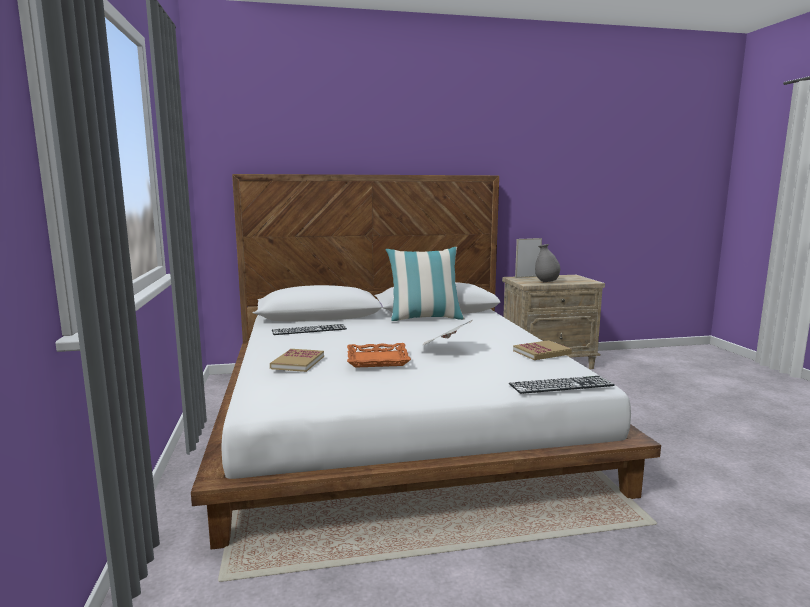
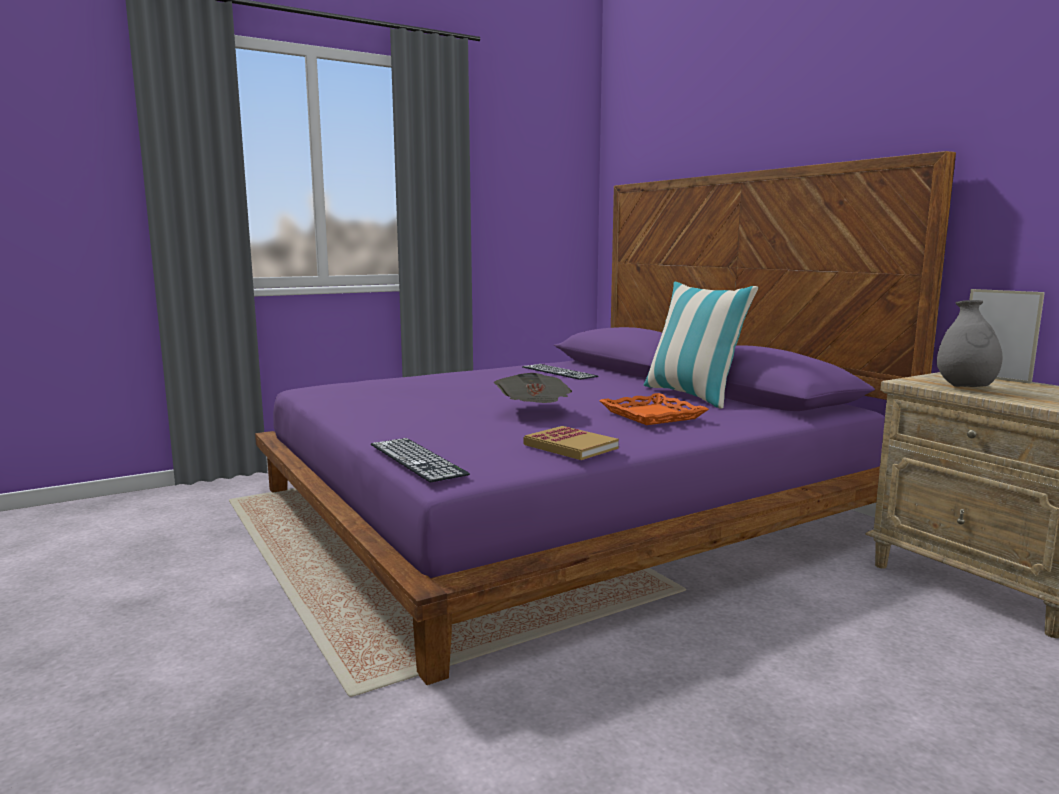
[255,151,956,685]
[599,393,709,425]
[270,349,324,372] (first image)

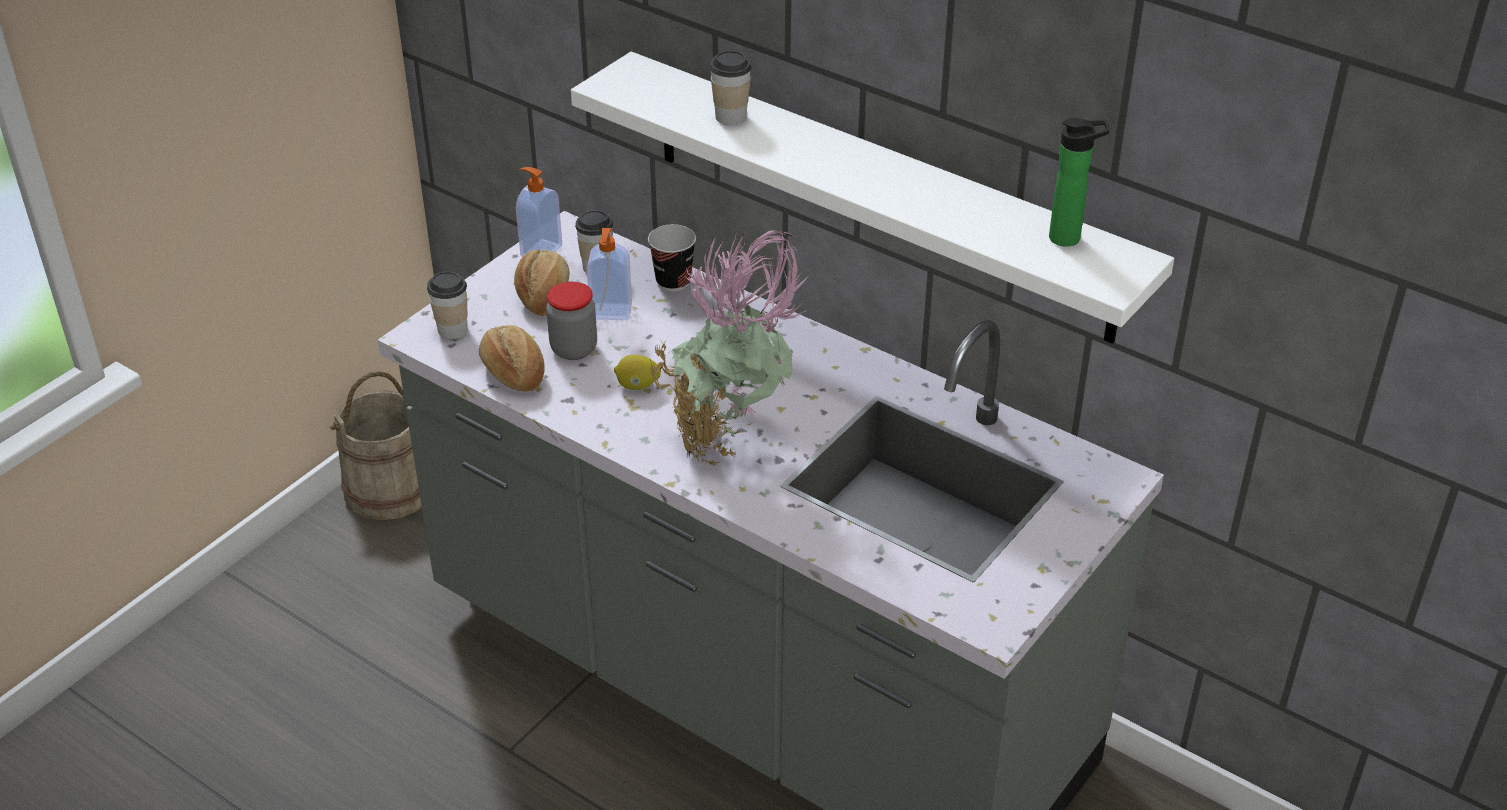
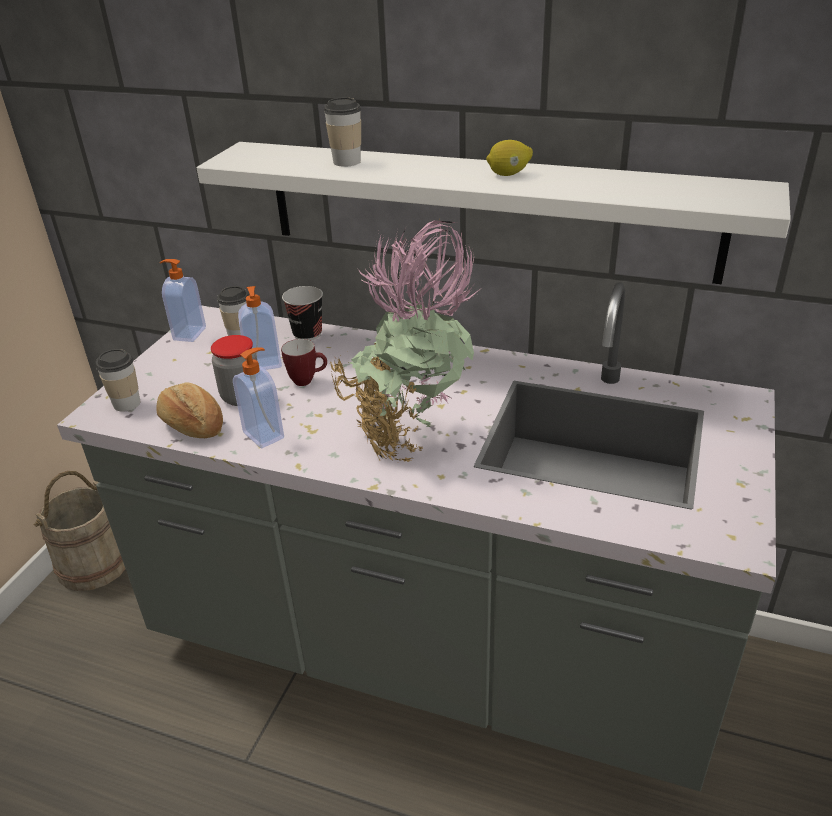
[233,347,284,448]
[281,339,327,386]
[486,140,533,176]
[514,249,570,316] (first image)
[1049,118,1110,247] (first image)

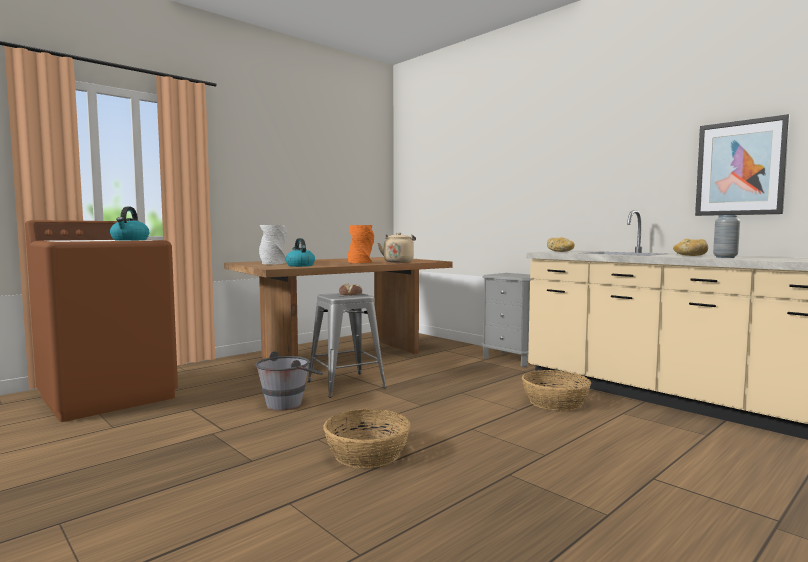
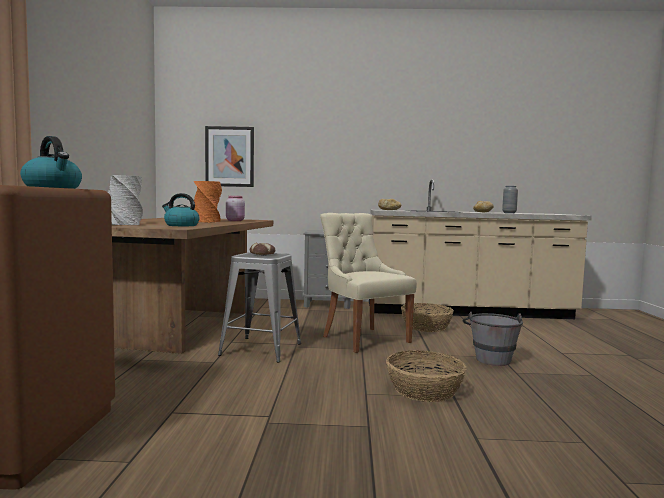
[205,126,254,187]
[226,196,245,221]
[320,213,417,353]
[463,312,523,366]

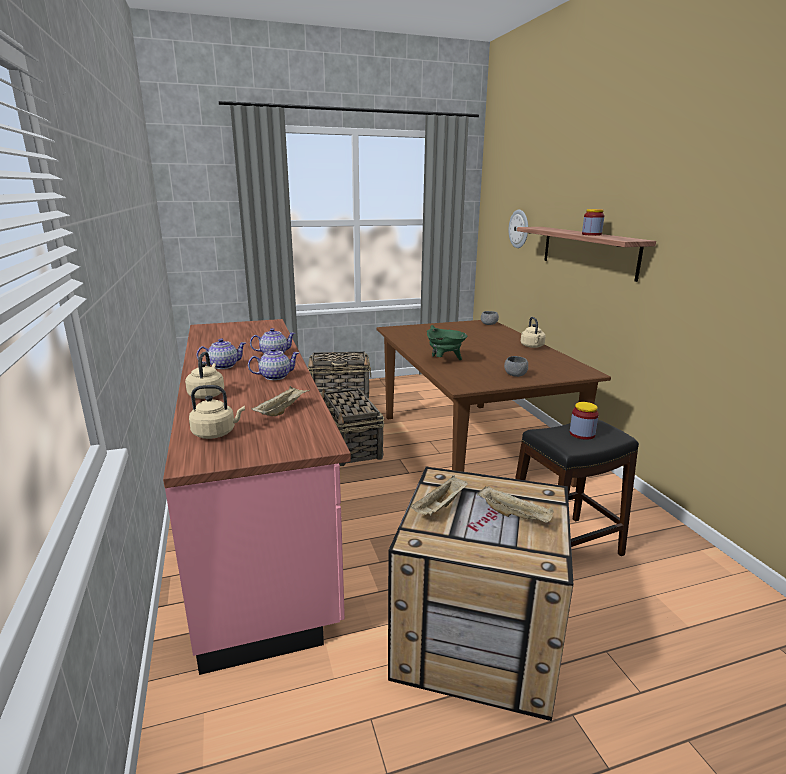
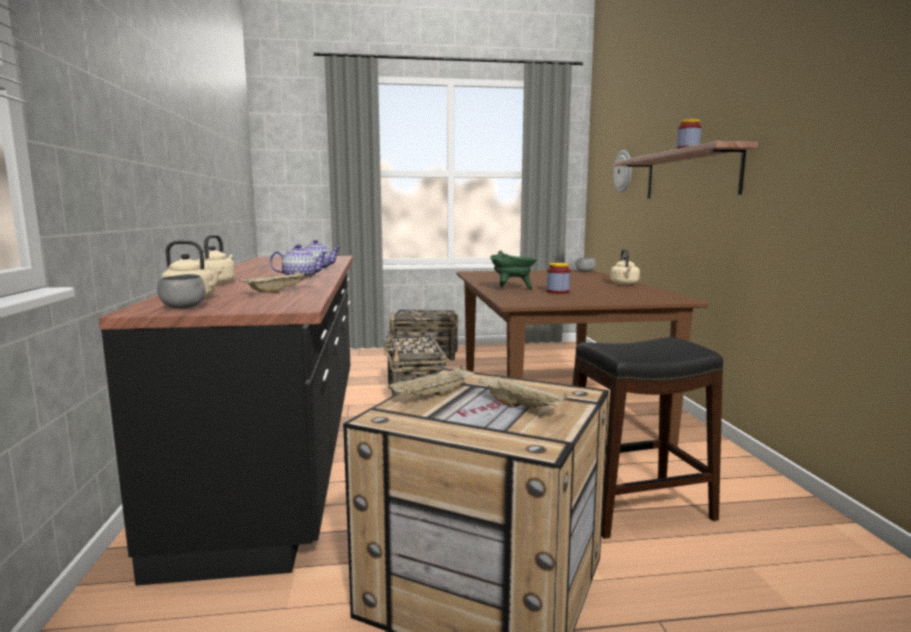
[99,256,353,586]
[157,274,205,309]
[547,263,570,294]
[197,338,246,369] (first image)

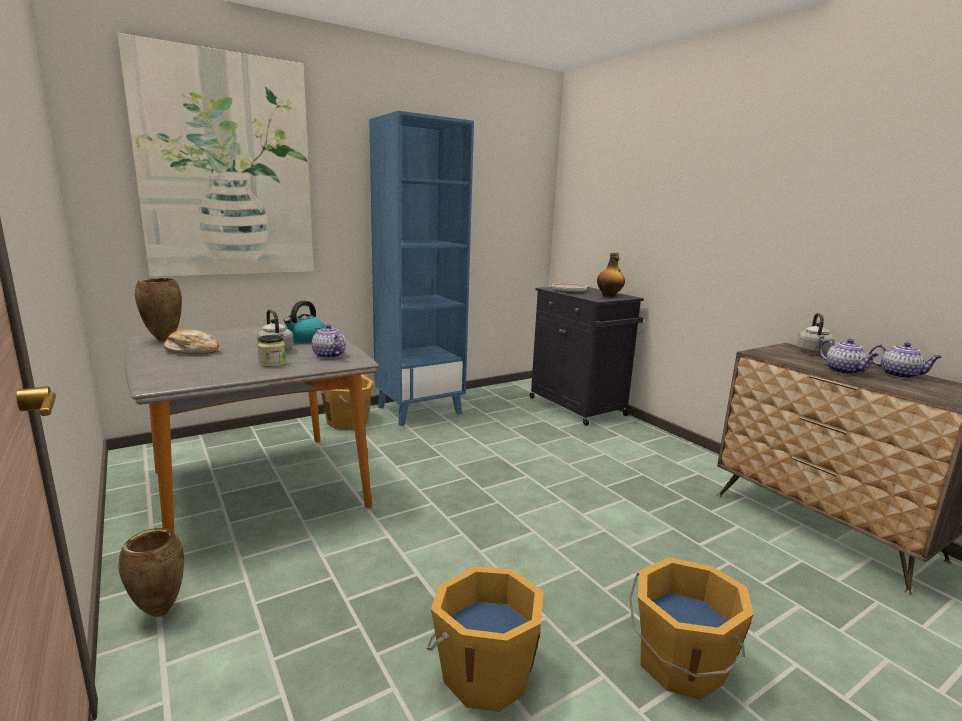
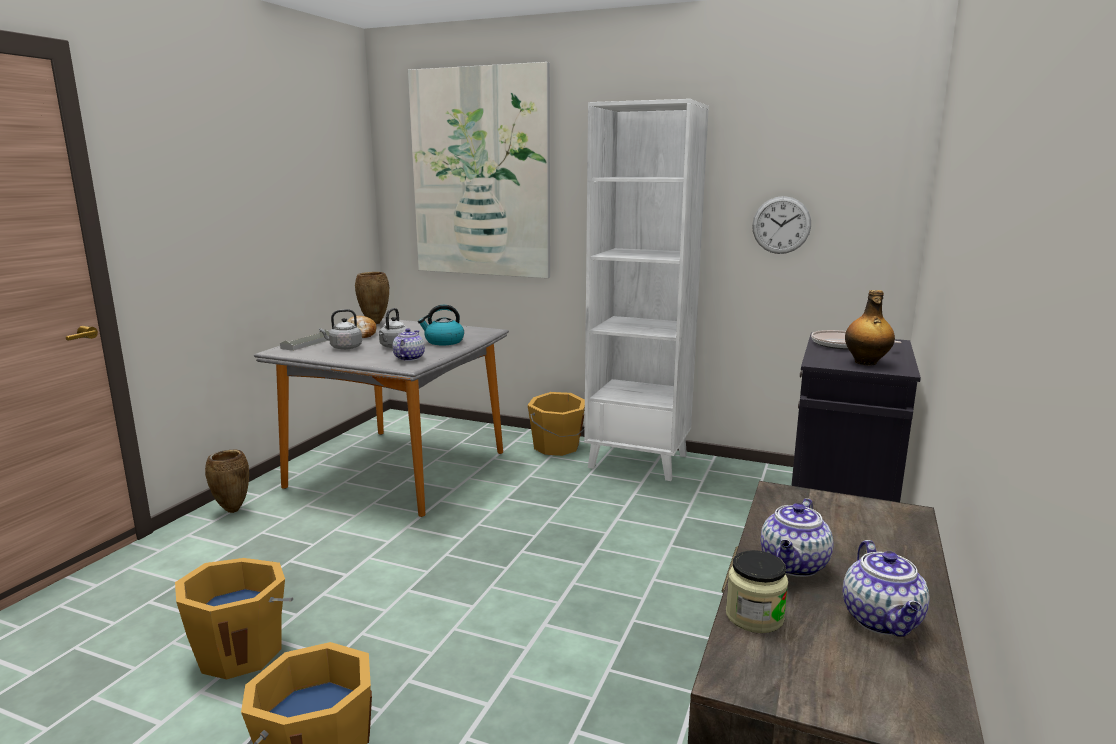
[280,329,329,351]
[319,309,362,350]
[584,99,709,481]
[726,550,788,633]
[752,196,811,254]

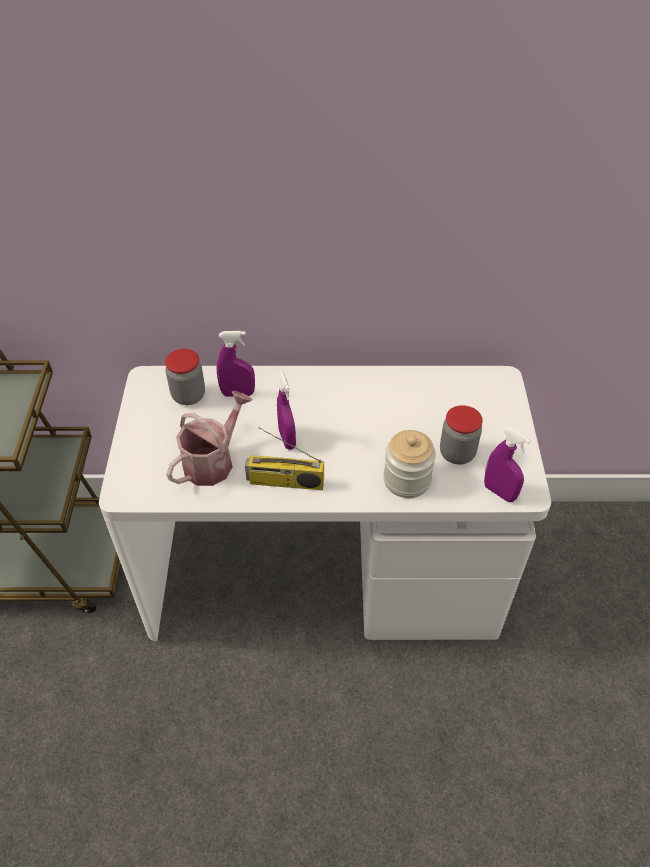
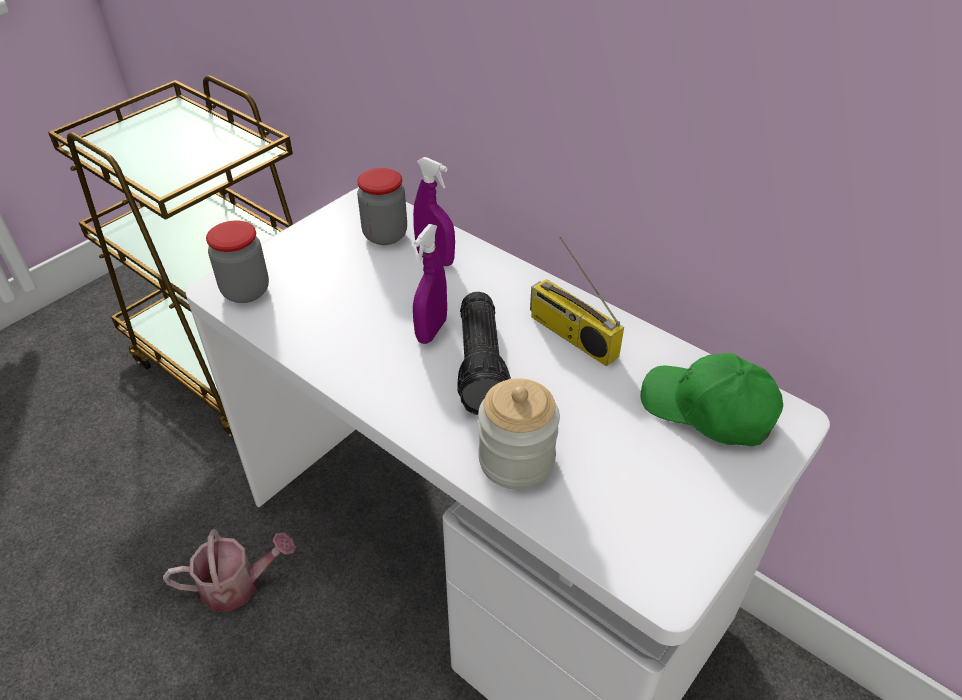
[163,529,296,612]
[206,221,269,303]
[457,292,511,415]
[530,237,624,367]
[640,353,783,446]
[484,427,531,502] (first image)

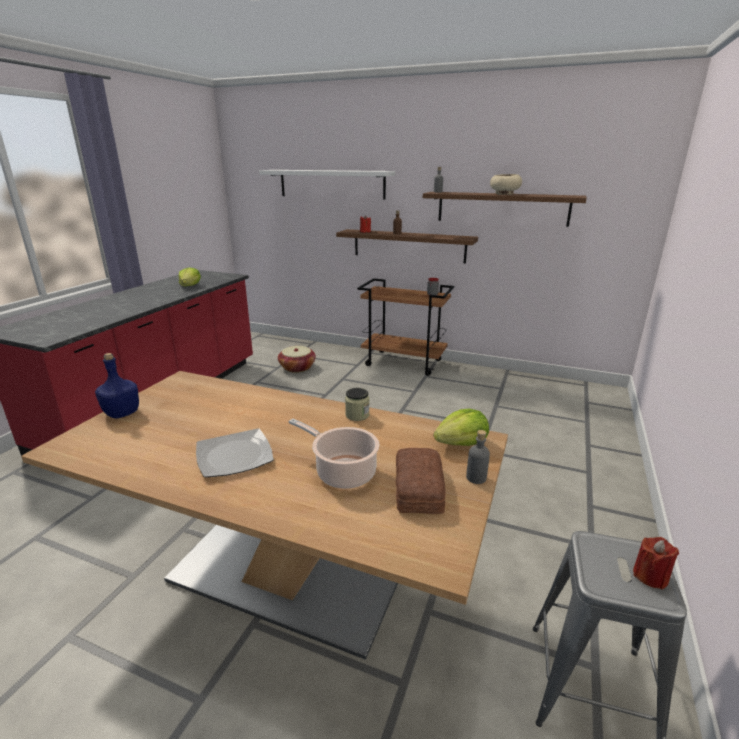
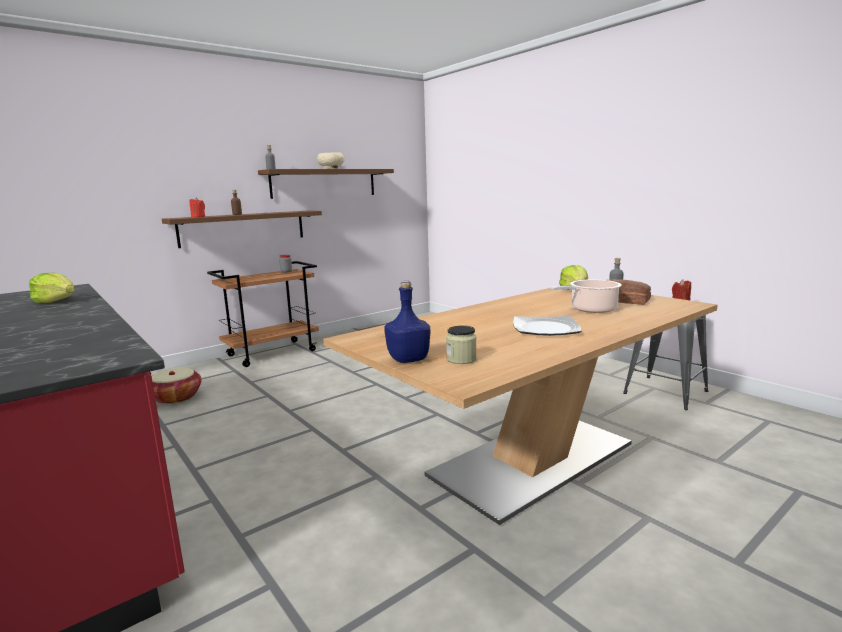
[446,325,477,364]
[259,170,395,199] (first image)

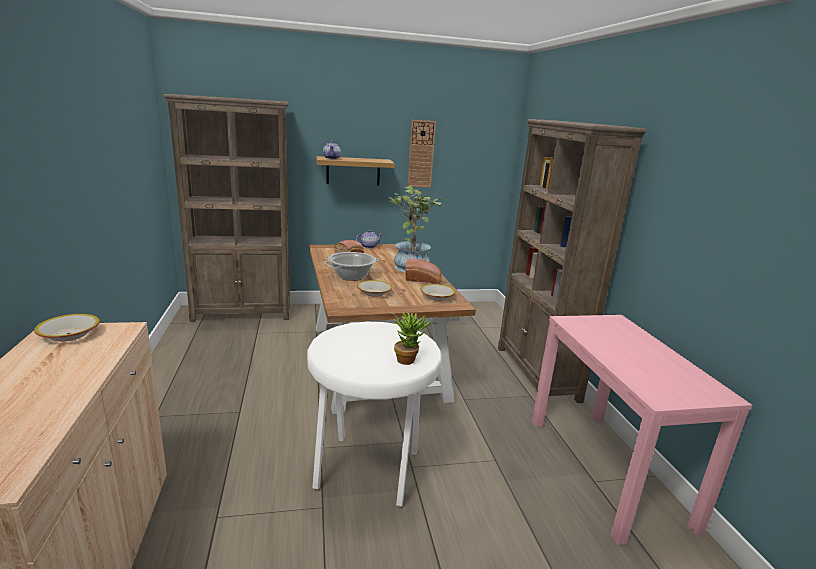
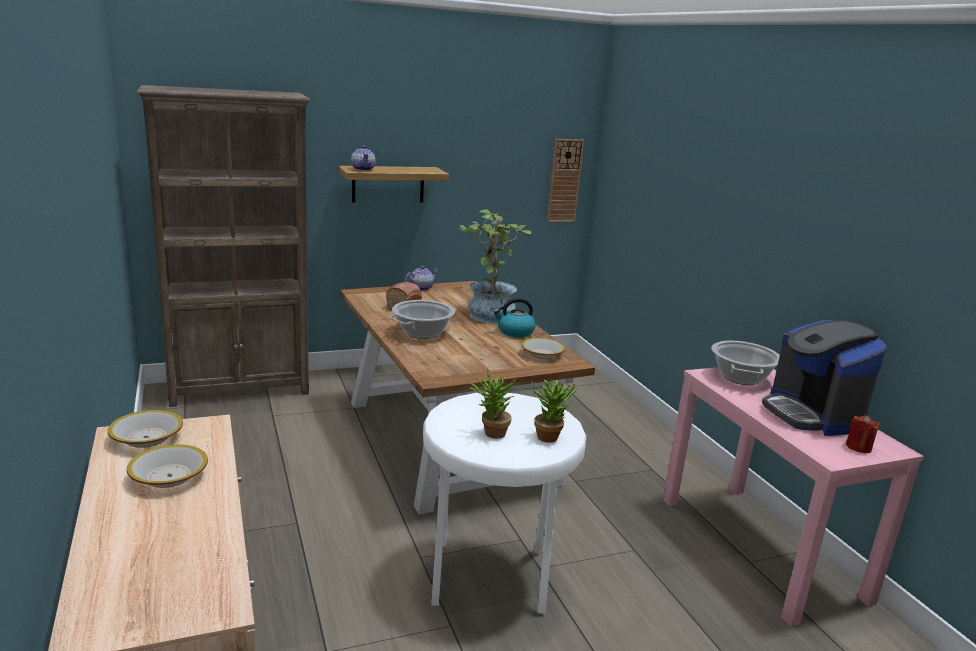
[127,444,208,488]
[469,370,517,439]
[493,297,536,337]
[547,139,584,222]
[711,341,780,385]
[762,320,886,436]
[846,415,880,453]
[498,119,646,403] (first image)

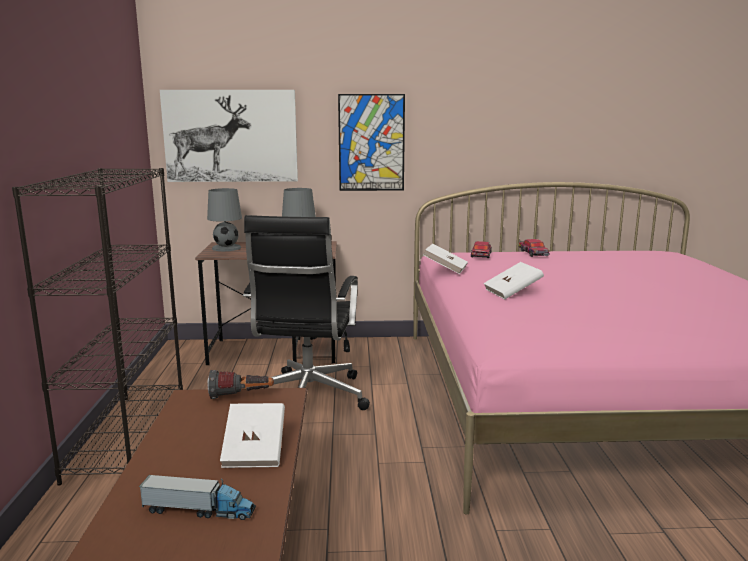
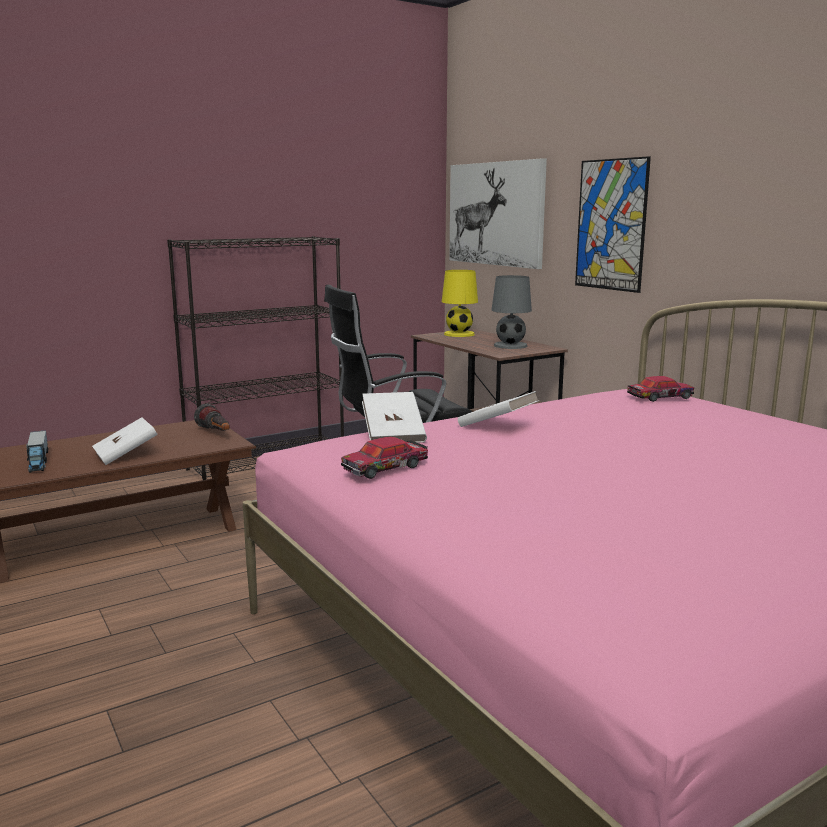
[341,437,428,479]
[362,392,427,443]
[442,270,478,337]

